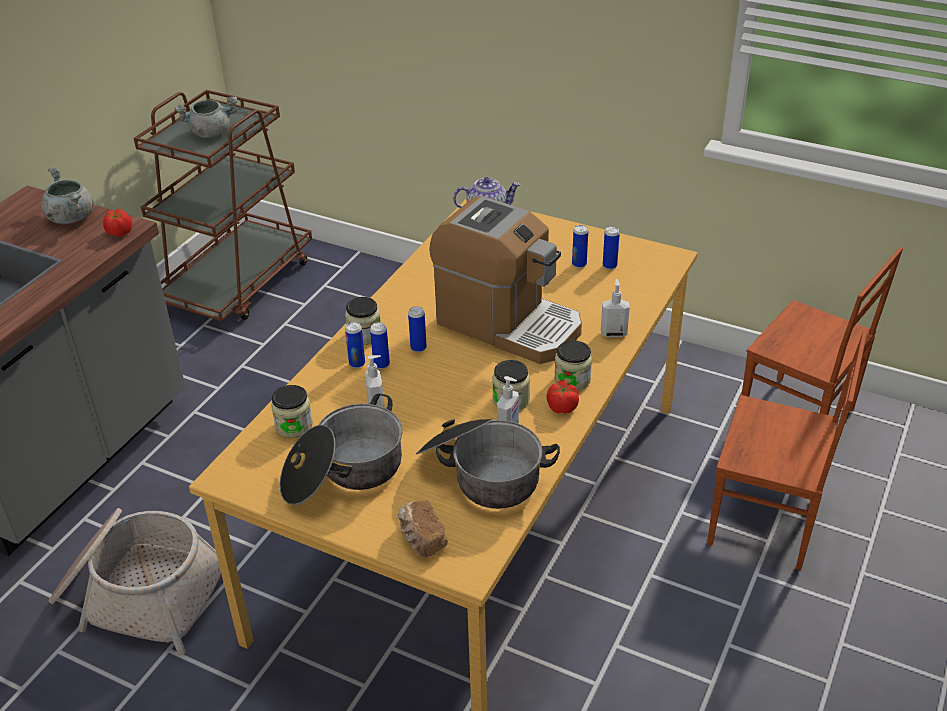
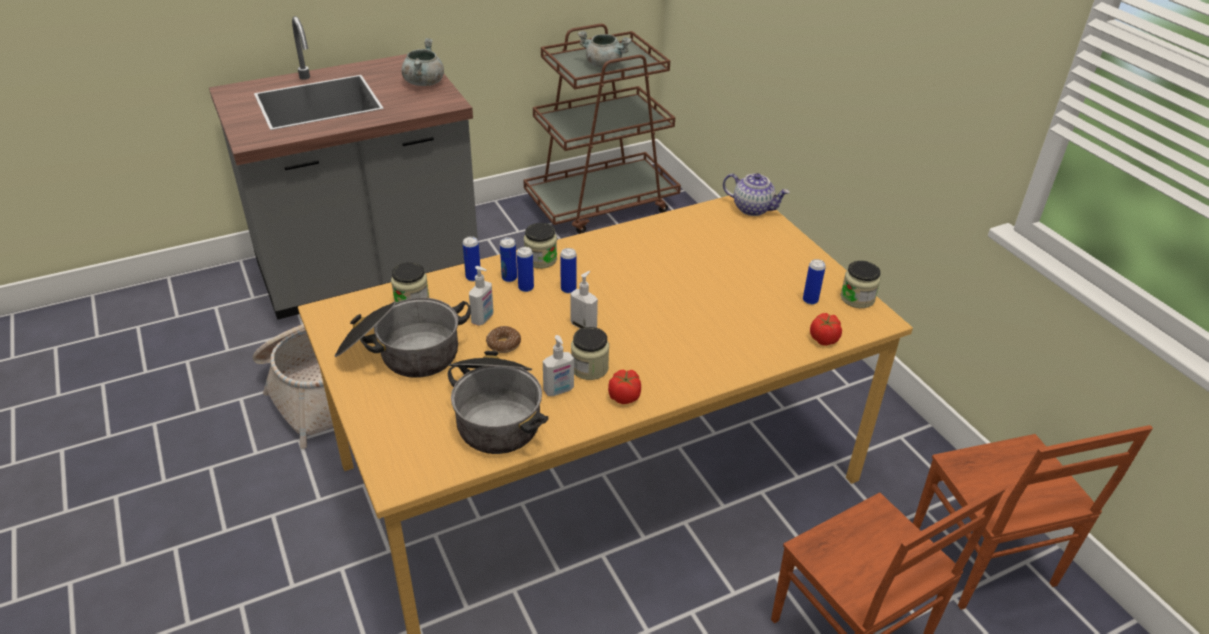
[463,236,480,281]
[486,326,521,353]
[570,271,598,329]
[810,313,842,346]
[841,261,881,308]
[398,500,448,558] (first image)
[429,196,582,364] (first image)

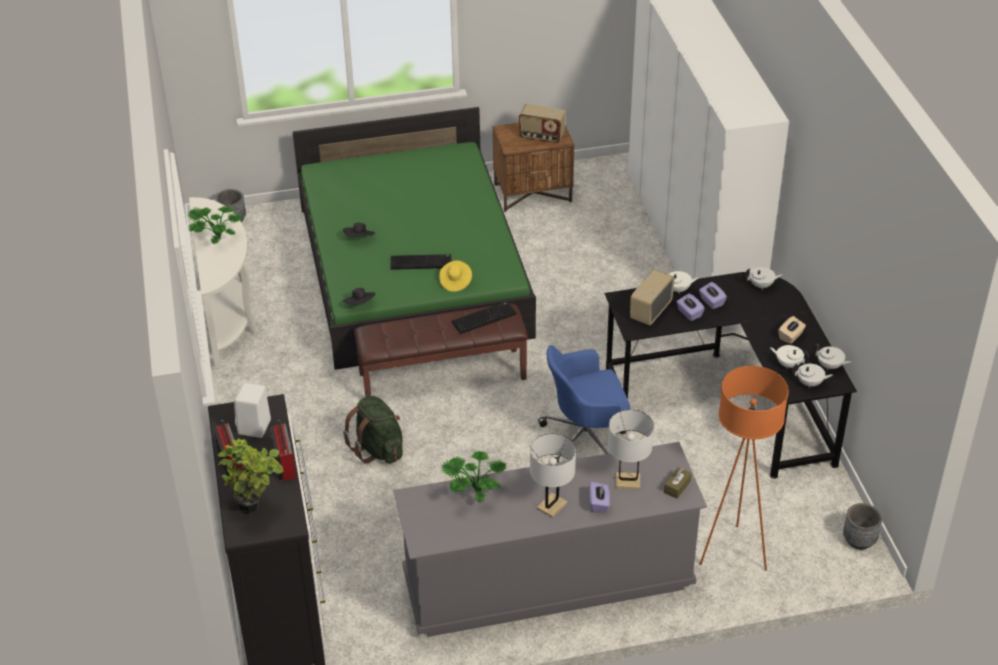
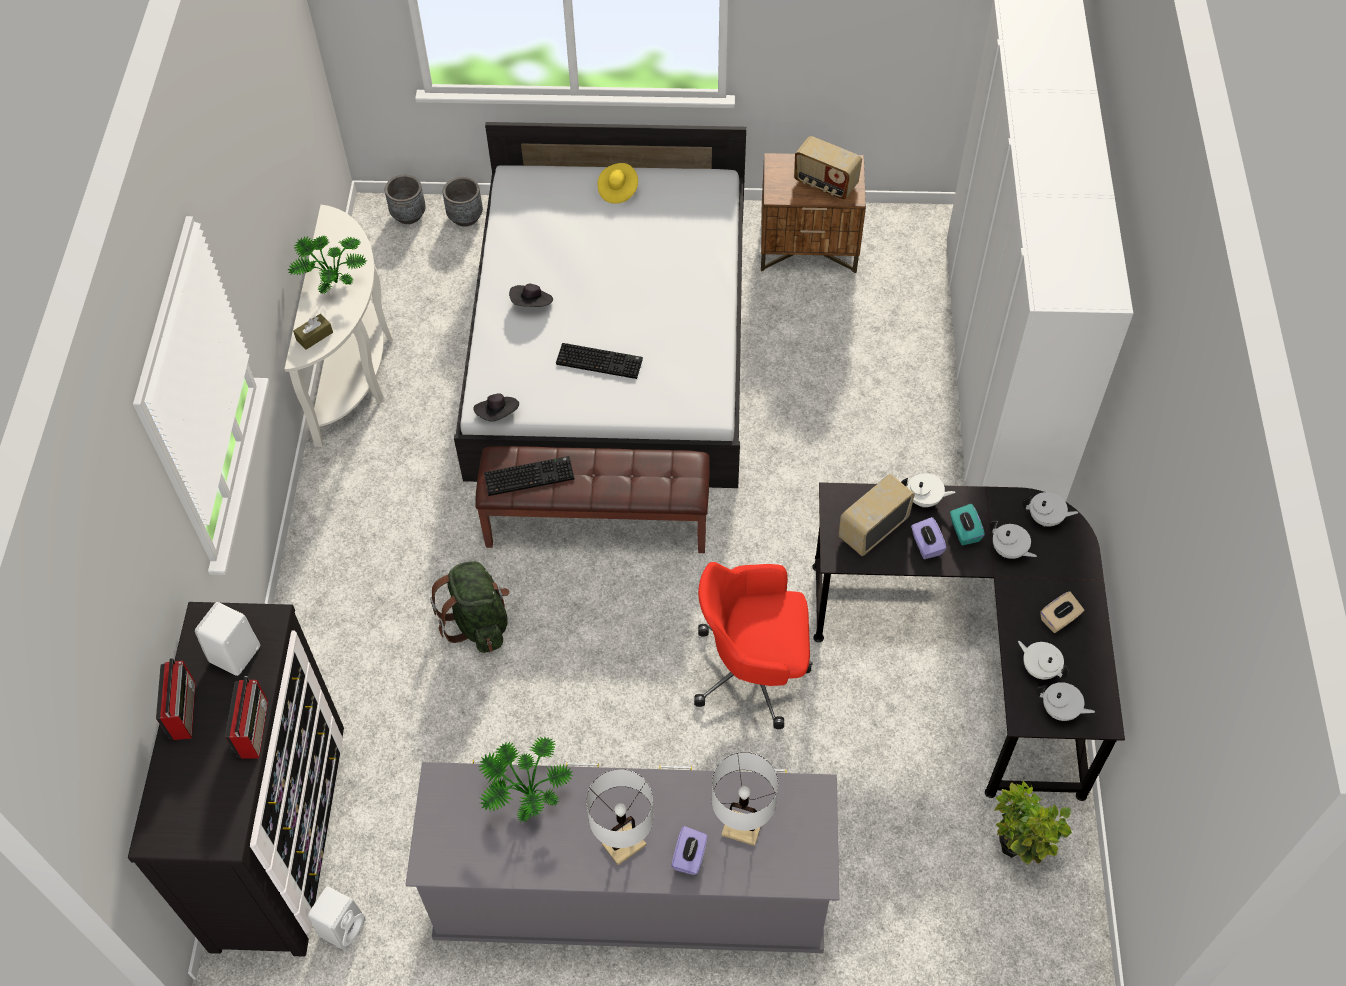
[293,314,333,350]
[308,886,366,951]
[443,177,483,227]
[454,122,746,488]
[484,456,574,496]
[598,163,638,204]
[694,562,813,729]
[950,504,985,545]
[990,520,1037,559]
[994,781,1072,865]
[700,366,789,571] (first image)

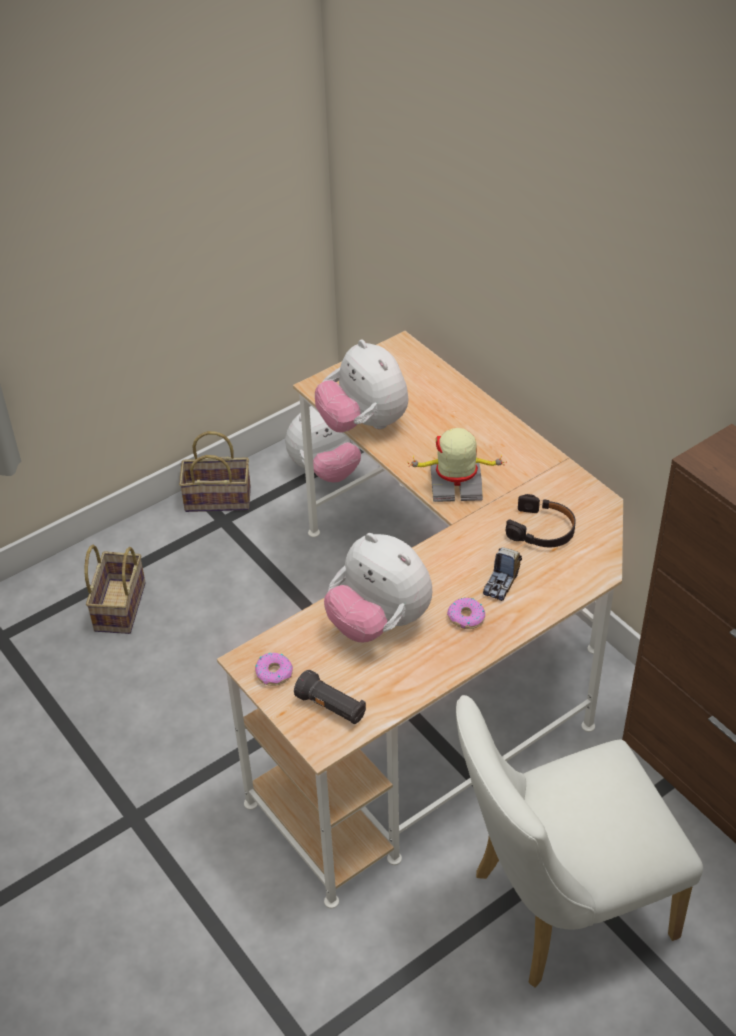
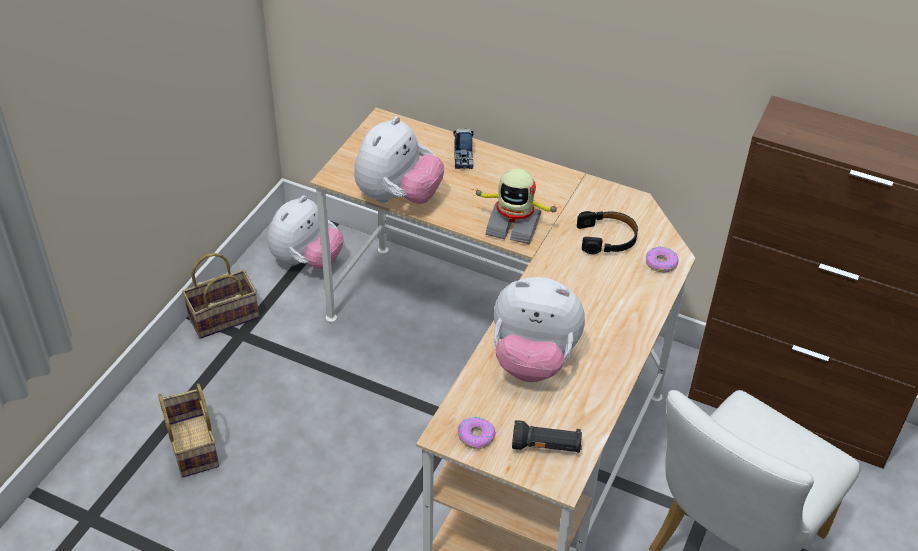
[354,116,444,204]
[453,129,474,169]
[472,169,558,244]
[646,247,679,272]

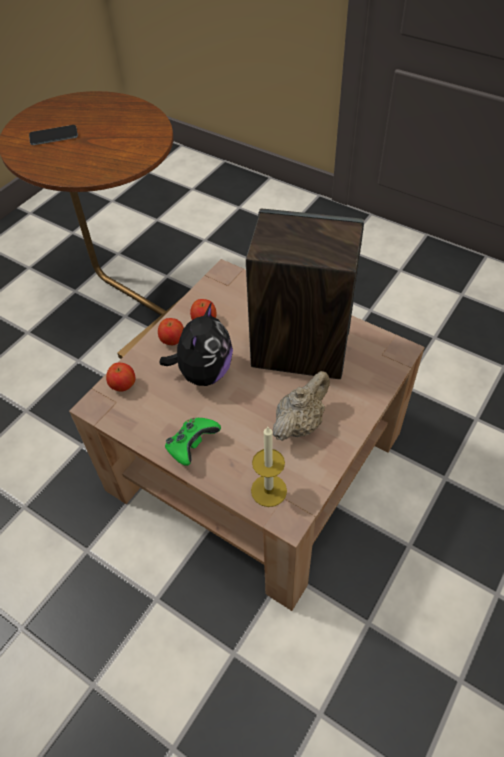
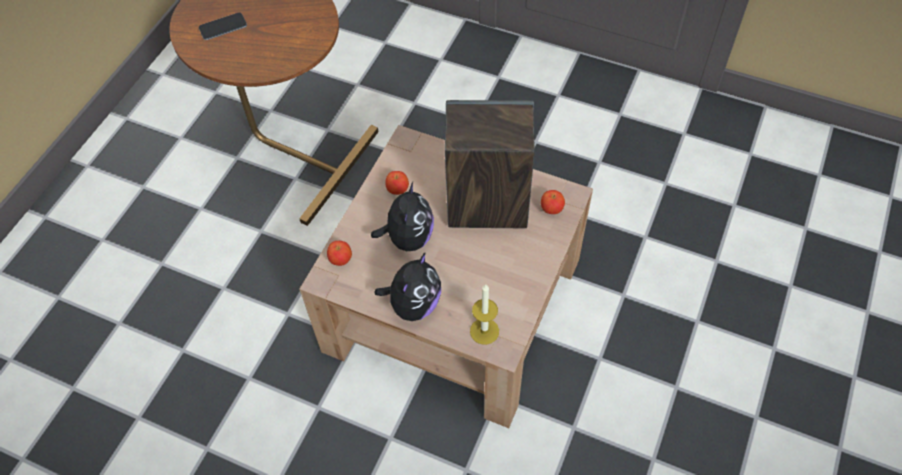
[374,252,441,321]
[541,190,565,214]
[273,371,330,441] (first image)

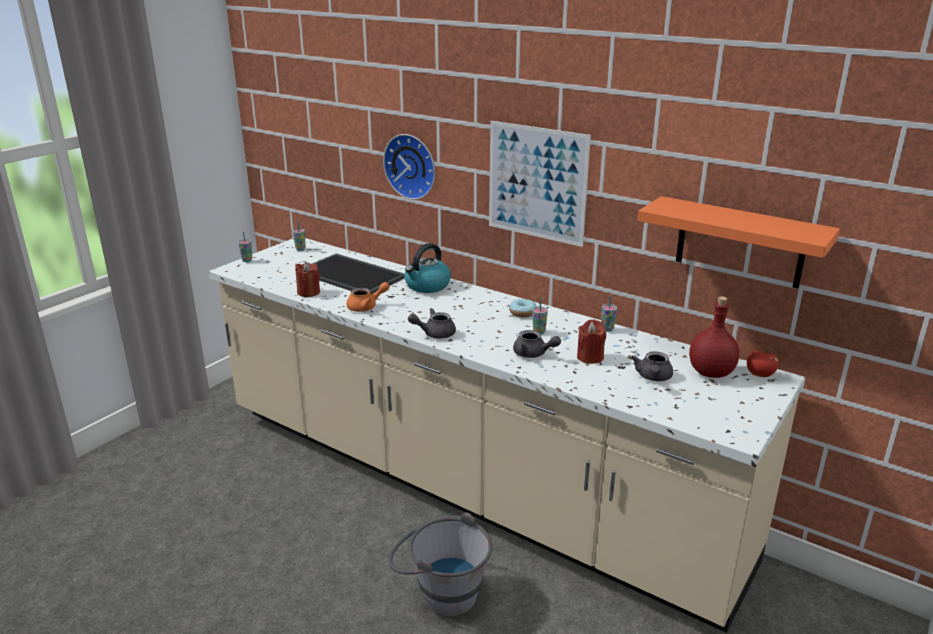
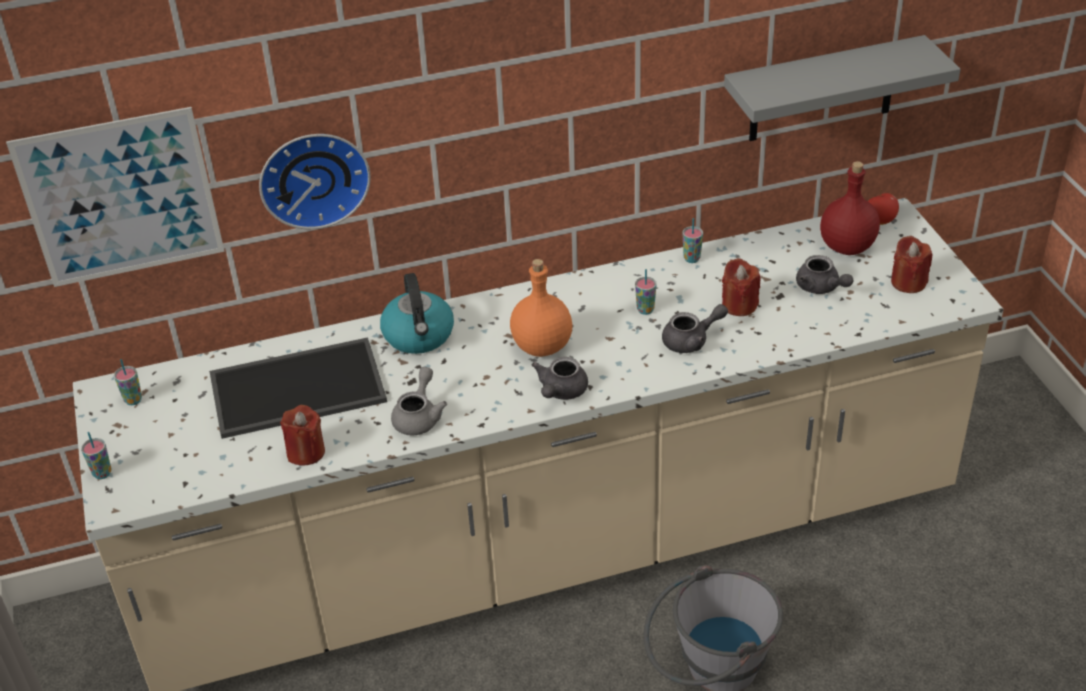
[6,107,225,287]
[391,367,447,435]
[510,259,573,357]
[724,35,961,141]
[891,236,932,293]
[509,299,537,318] (first image)

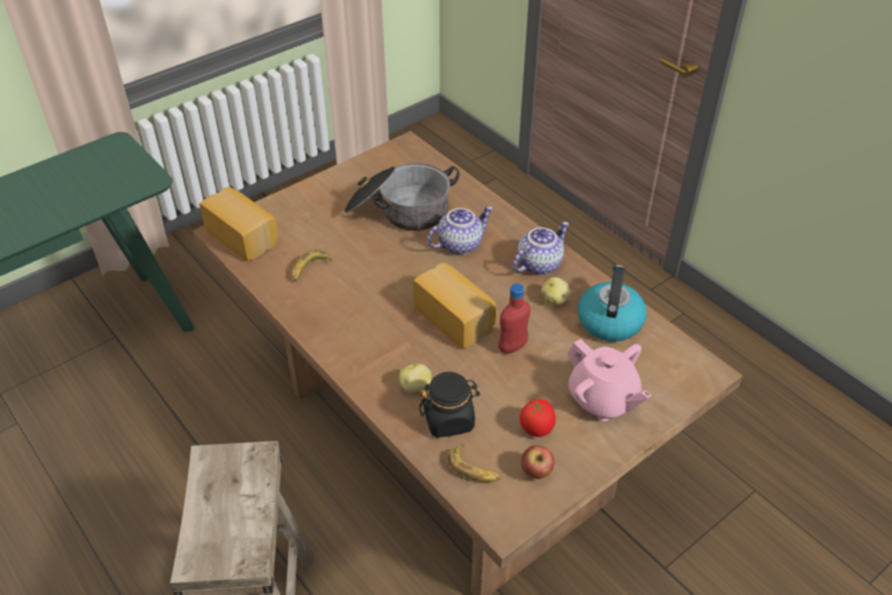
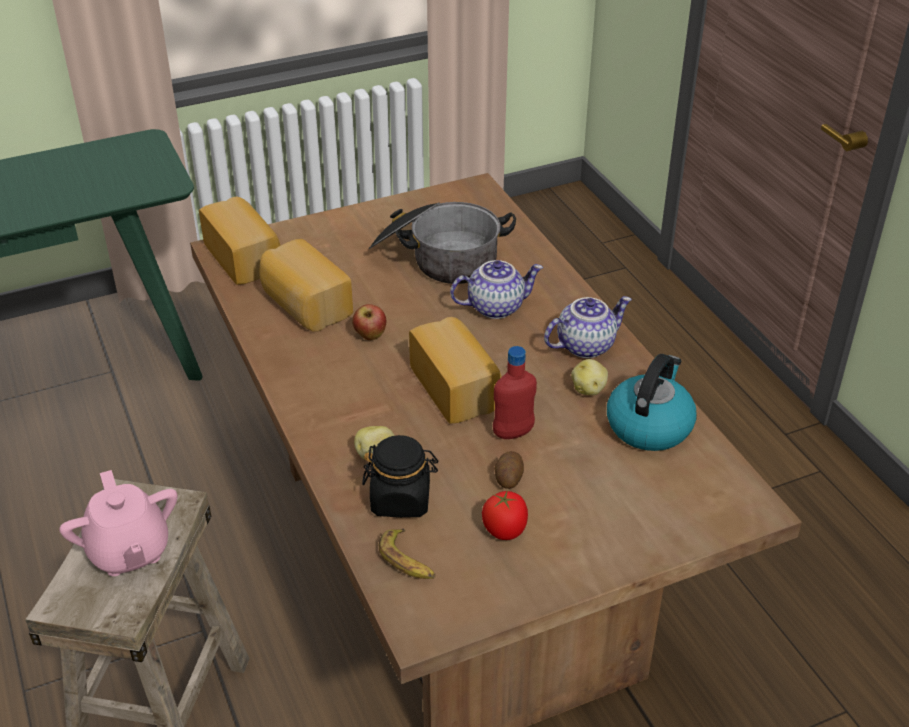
[59,470,178,576]
[259,239,353,332]
[352,304,386,340]
[494,451,524,489]

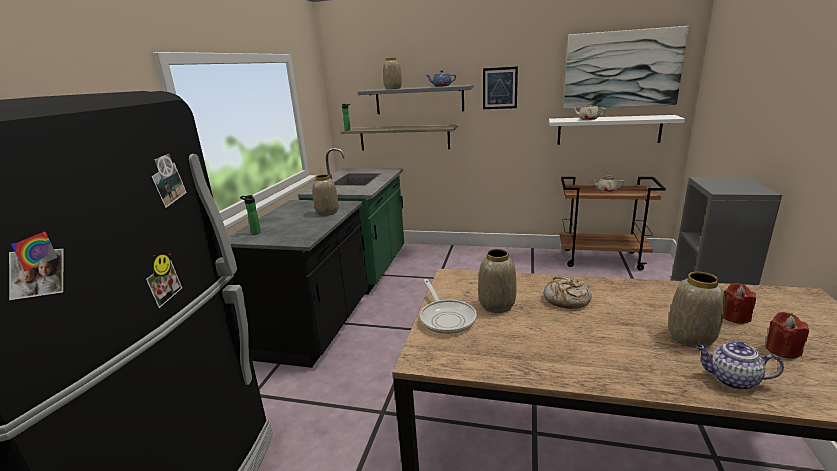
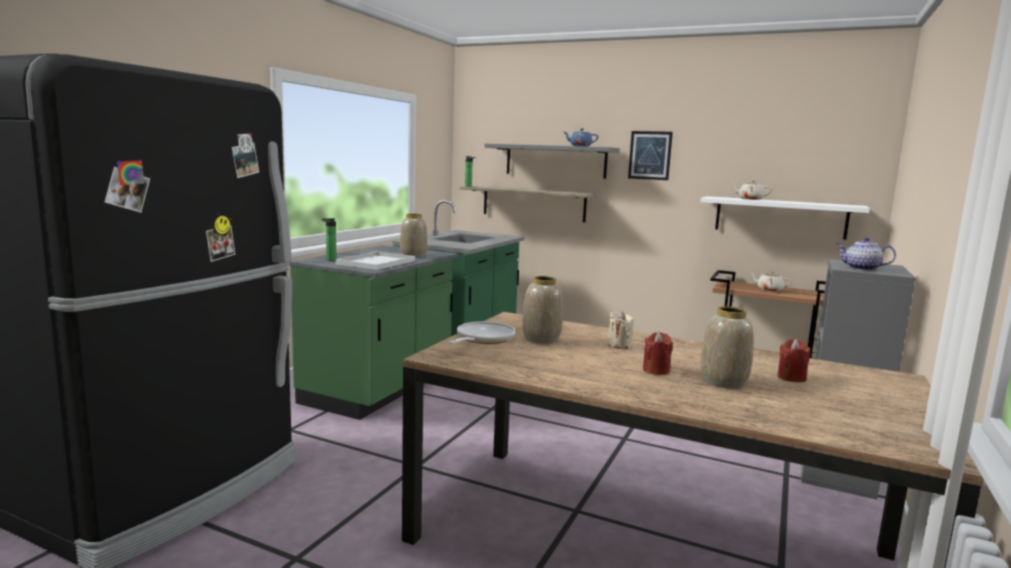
[289,245,459,420]
[336,252,415,270]
[448,321,515,344]
[608,311,634,349]
[643,332,673,375]
[836,237,896,271]
[383,58,402,89] (first image)
[564,26,689,109] (first image)

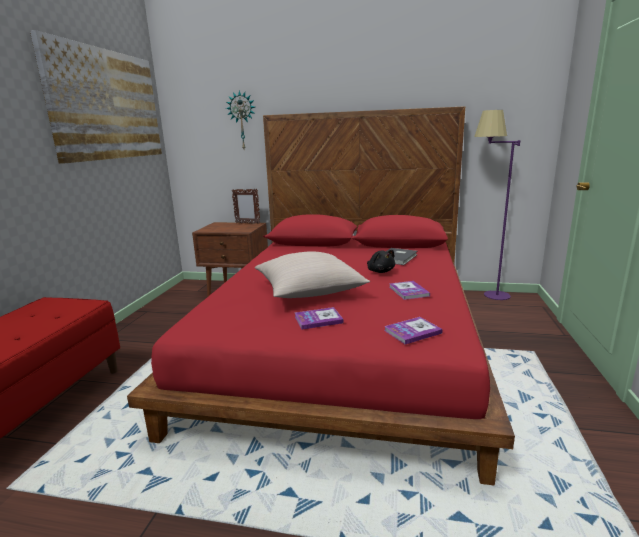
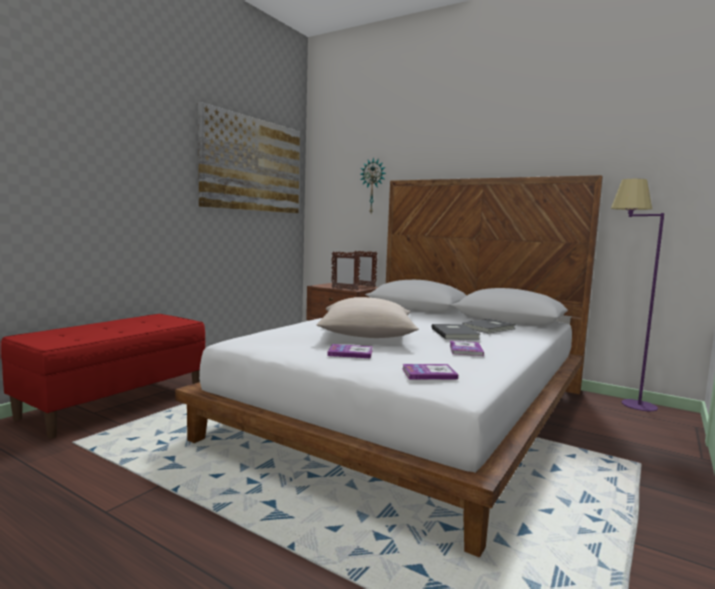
[175,175,603,557]
[331,251,360,290]
[431,324,481,340]

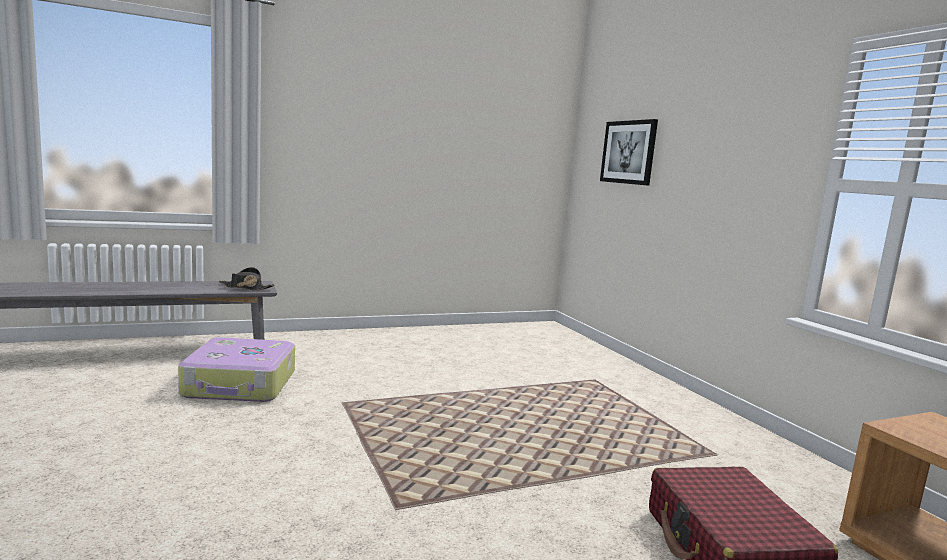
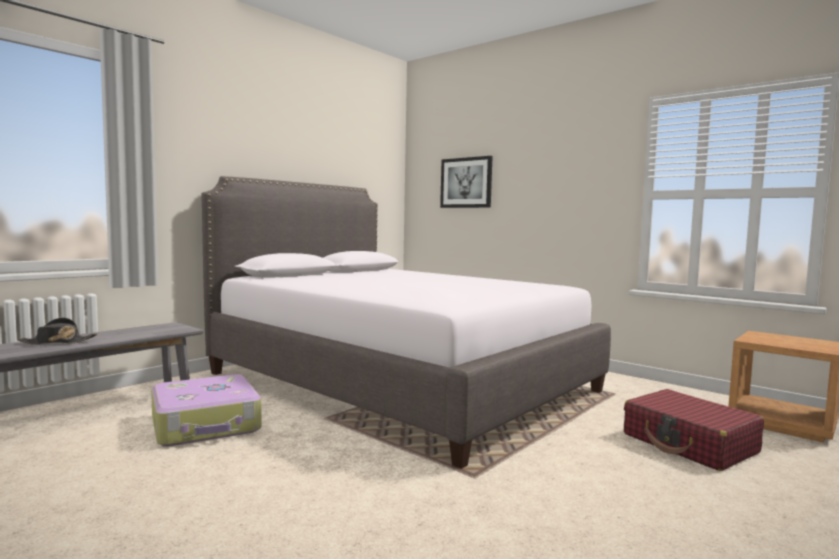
[18,317,98,345]
[201,176,611,469]

